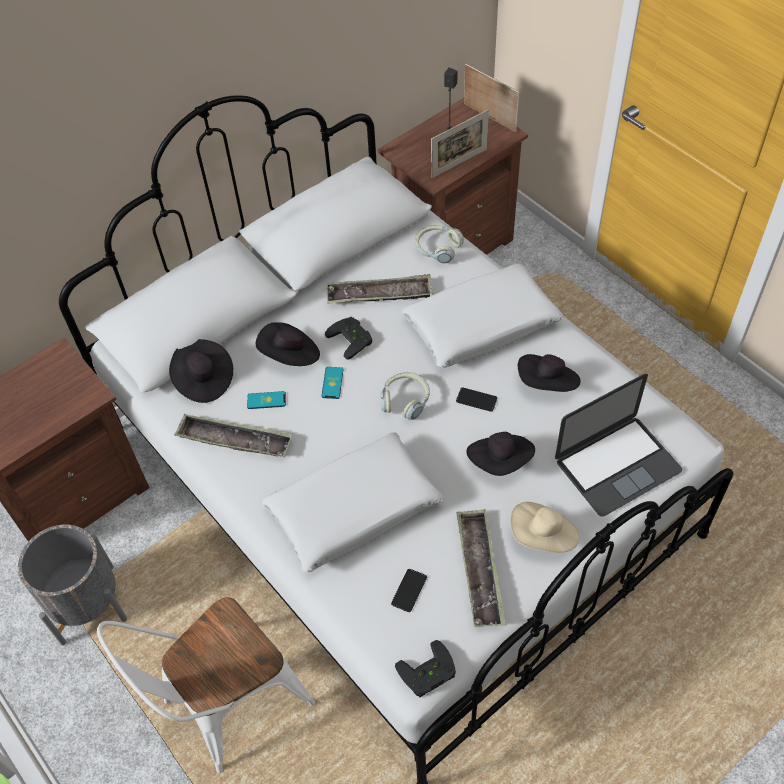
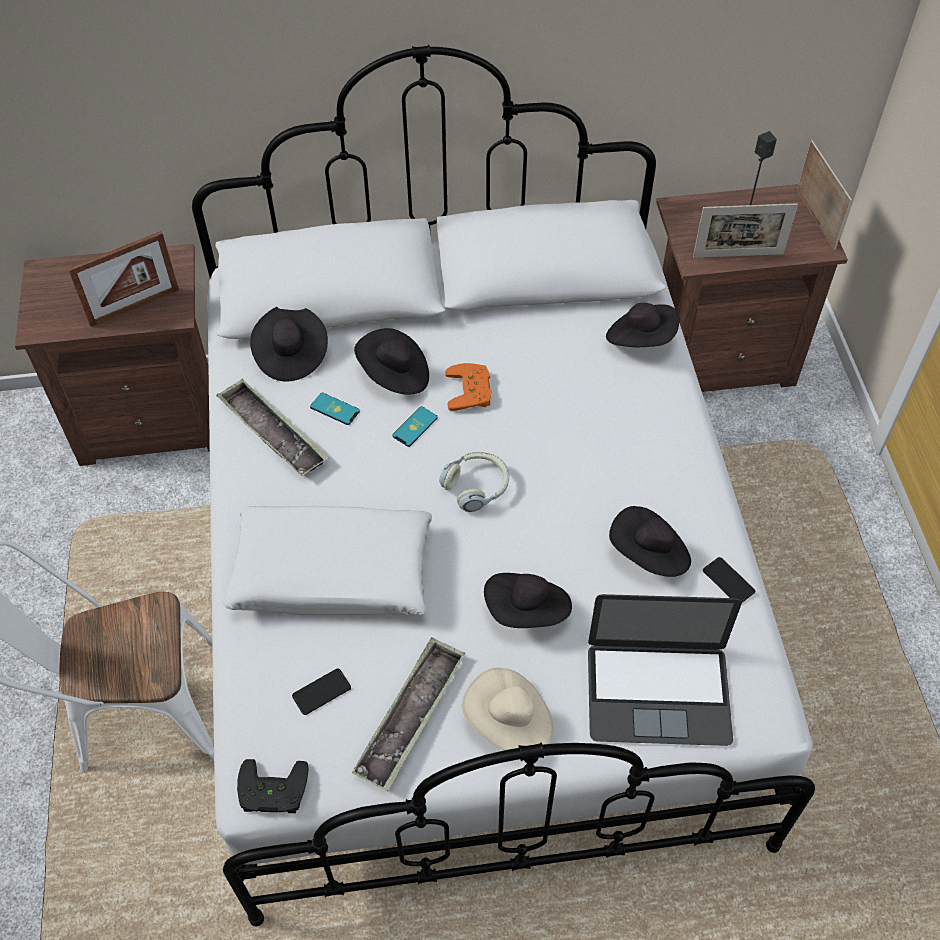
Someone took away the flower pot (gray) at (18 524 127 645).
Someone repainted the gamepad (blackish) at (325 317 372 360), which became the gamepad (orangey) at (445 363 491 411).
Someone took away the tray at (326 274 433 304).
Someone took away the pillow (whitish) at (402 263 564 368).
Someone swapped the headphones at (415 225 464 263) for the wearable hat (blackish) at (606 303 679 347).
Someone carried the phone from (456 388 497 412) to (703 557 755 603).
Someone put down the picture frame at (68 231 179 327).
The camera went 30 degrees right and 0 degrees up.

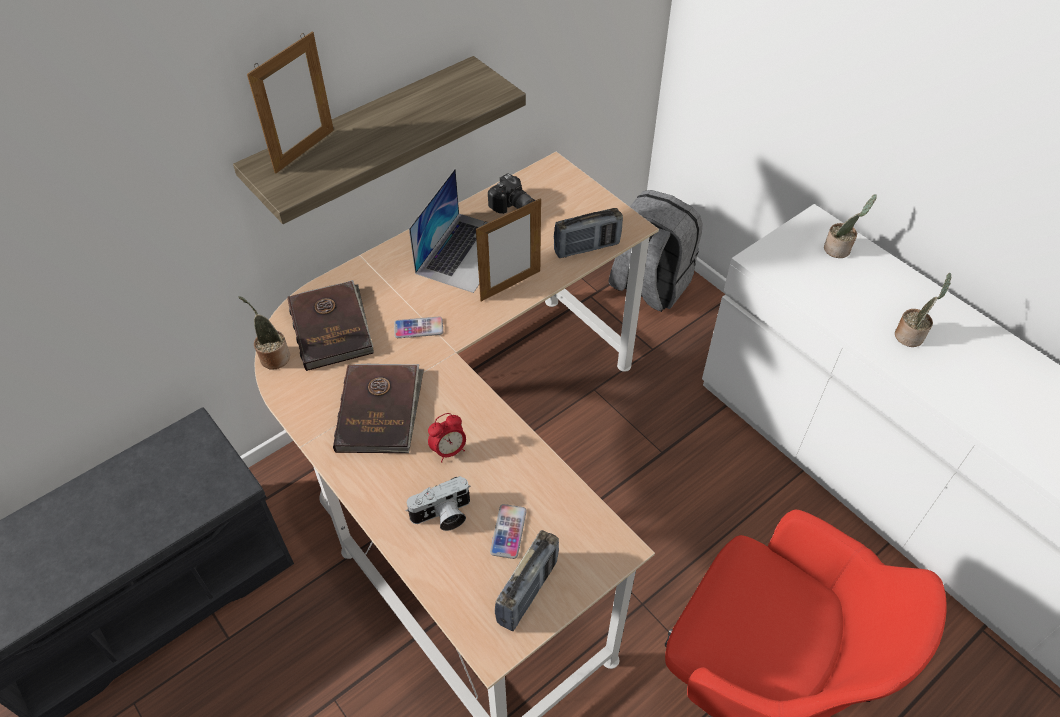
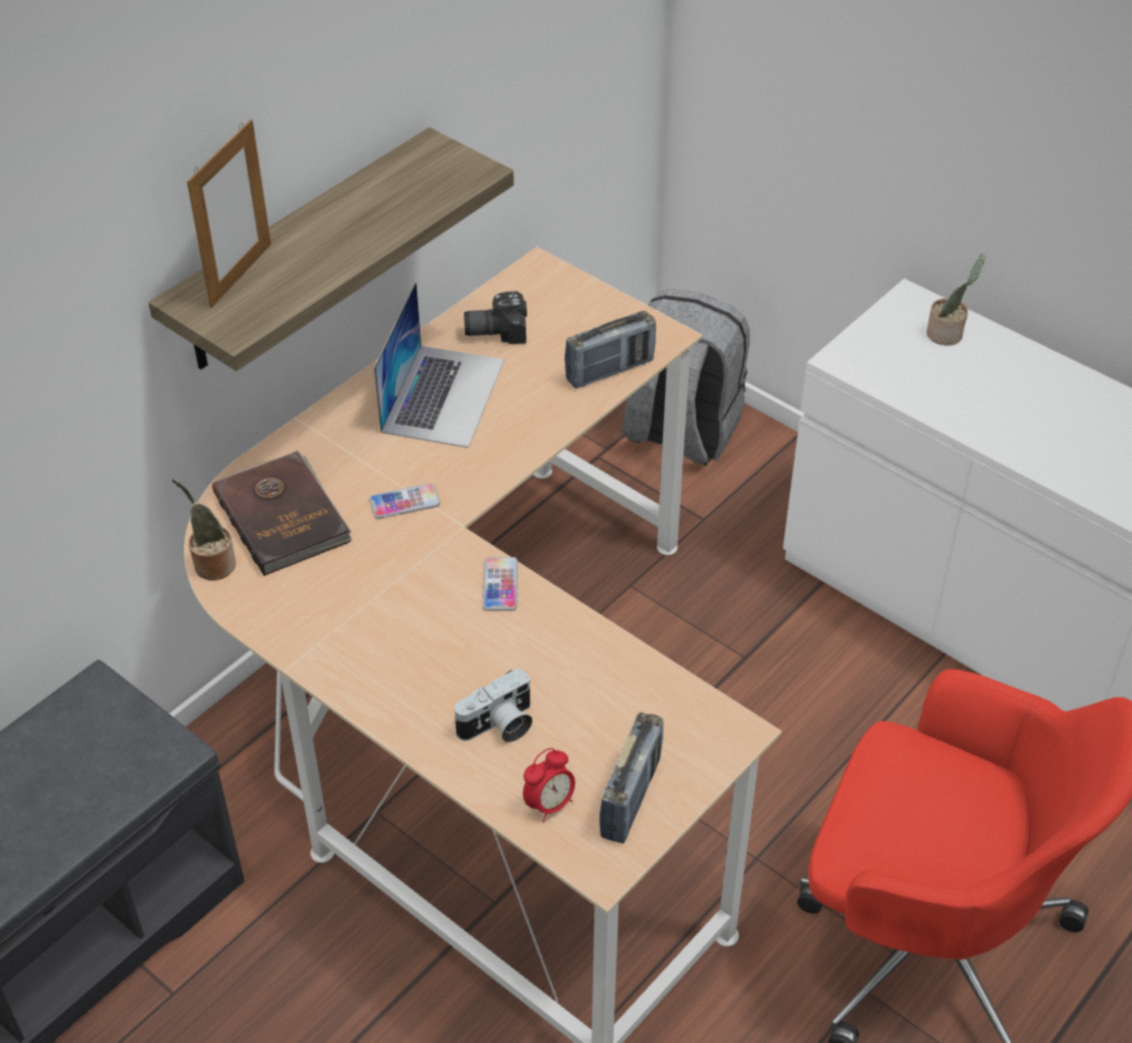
Someone took away the bound book (brown-coloured) at (333 364 424 453).
Someone carried the alarm clock from (428 413 466 463) to (523 748 575 823).
Someone took away the picture frame at (476 198 541 301).
Someone rotated the photo camera at (488 173 535 214) by 135 degrees clockwise.
Someone carried the phone from (490 504 527 559) to (483 557 518 611).
Someone took away the houseplant at (895 273 951 347).
The camera went 10 degrees left and 5 degrees down.

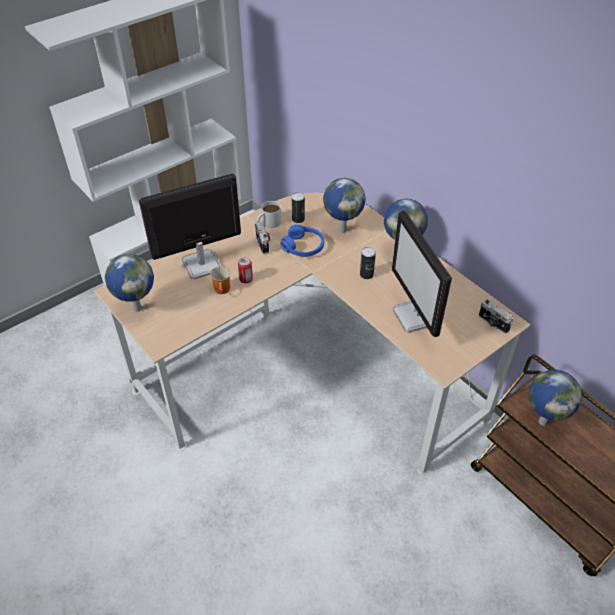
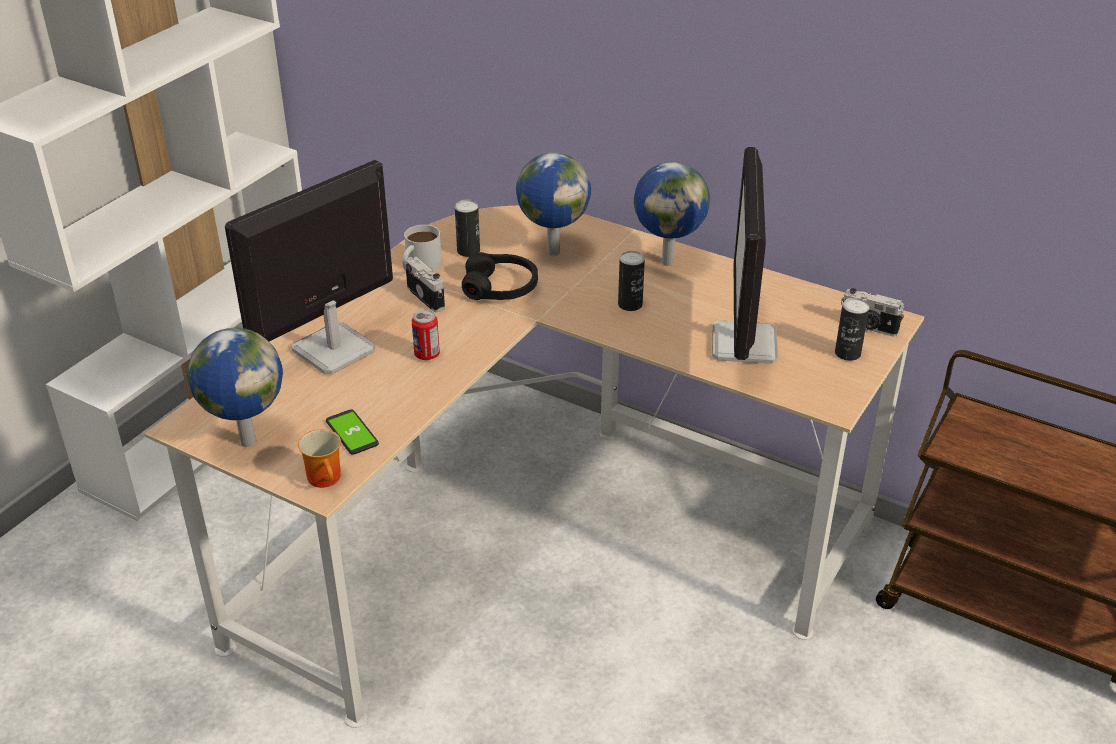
Someone carried the tea mug from (210 266 231 294) to (298 429 341 488).
Someone repainted the headphones (blue-coloured) at (281 224 324 257), which became the headphones (blackish) at (462 252 538 300).
Someone rotated the monitor at (392 210 452 337) by 45 degrees clockwise.
Someone took away the desk globe at (528 370 582 426).
Someone put down the phone at (326 409 379 455).
Someone put down the can at (835 298 869 361).
The camera went 20 degrees left and 10 degrees down.

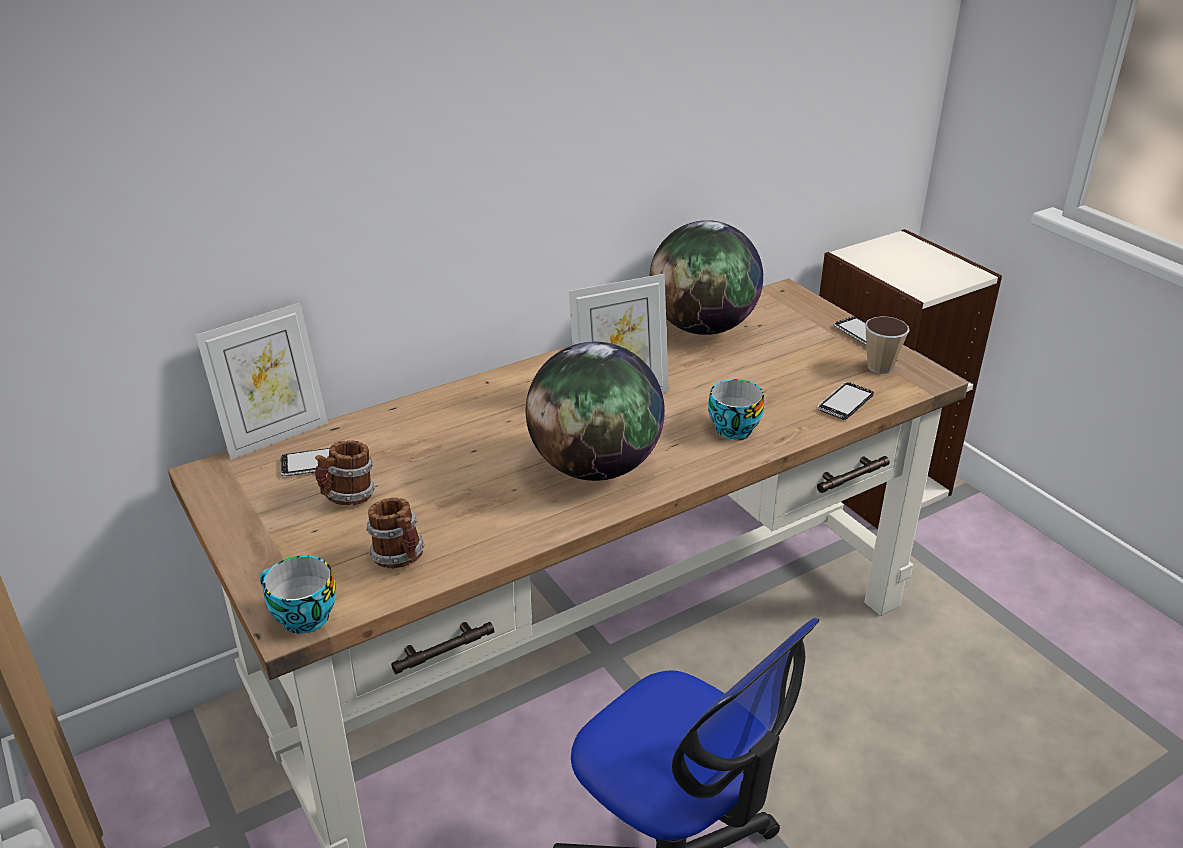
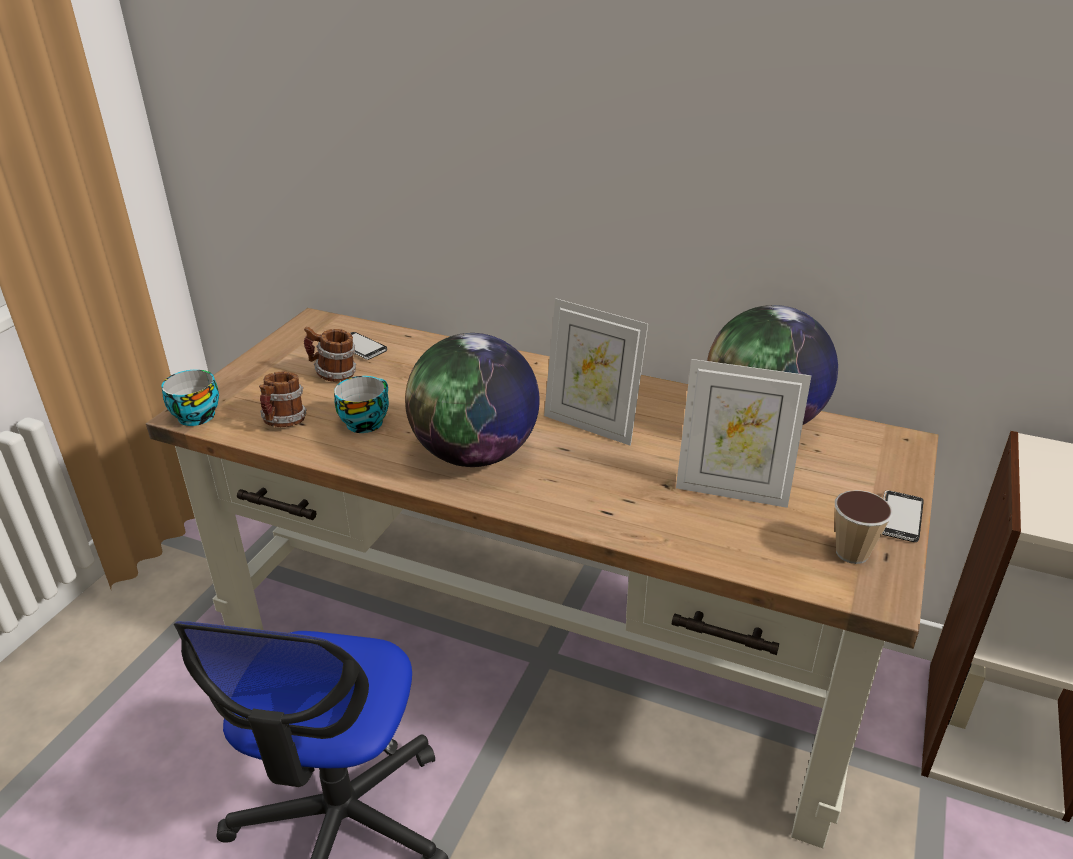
Someone carried the picture frame from (195 303 328 460) to (676 359 812 508).
Someone carried the small cup from (708 379 764 439) to (334 376 389 433).
Someone took away the phone at (817 382 874 420).
The camera went 55 degrees right and 0 degrees up.

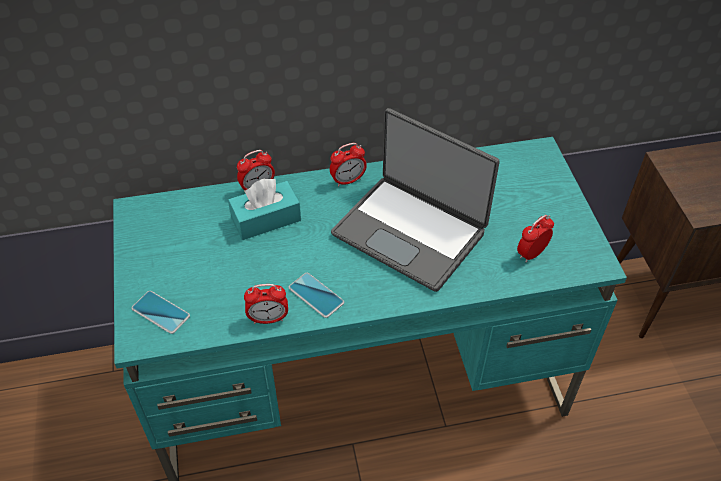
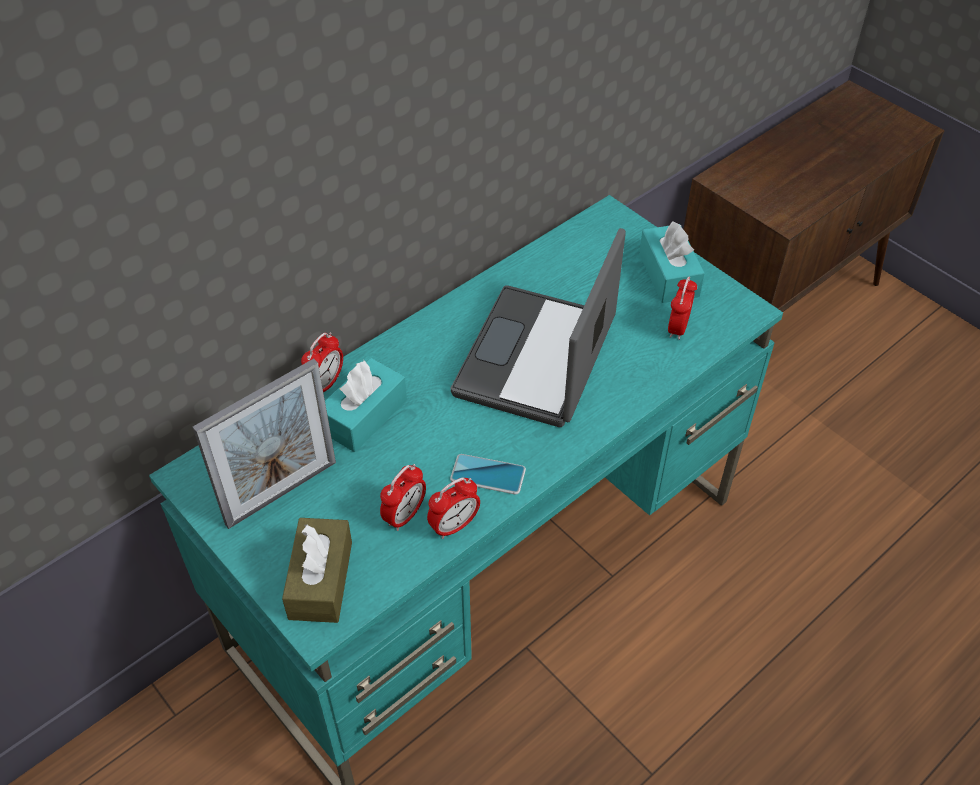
Someone swapped the phone at (131 291 190 334) for the tissue holder (brown-coloured) at (282 518 352 623).
Someone carried the alarm clock from (330 143 367 187) to (380 464 426 531).
Someone rotated the portable computer at (331 108 500 292) by 105 degrees clockwise.
Someone put down the picture frame at (193 359 336 529).
Someone put down the tissue holder (turquoise) at (639 221 705 303).
The camera went 30 degrees left and 0 degrees up.

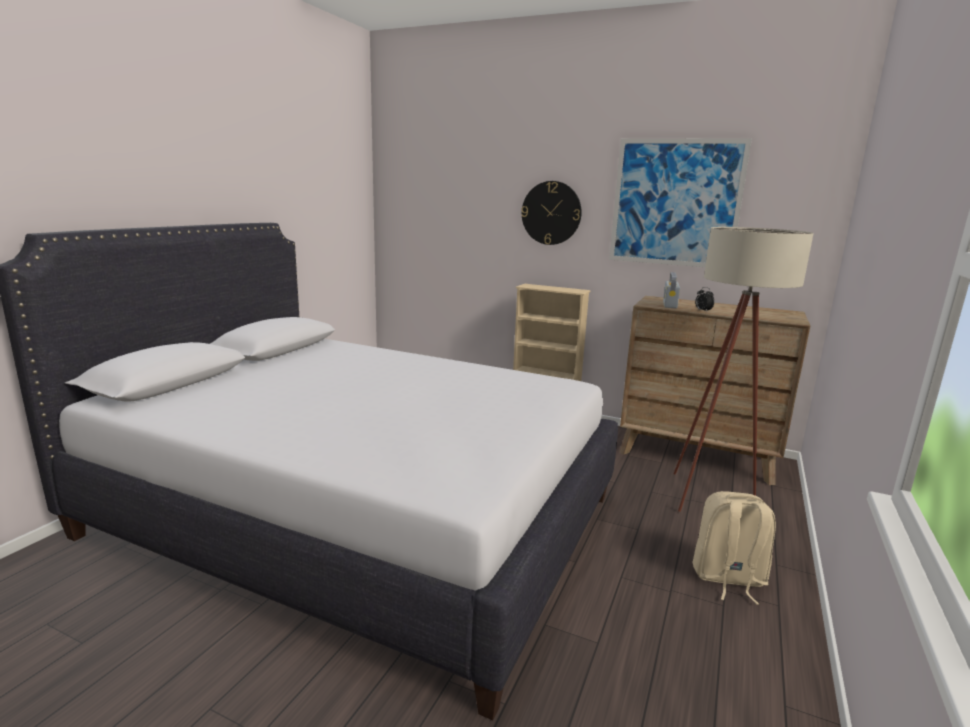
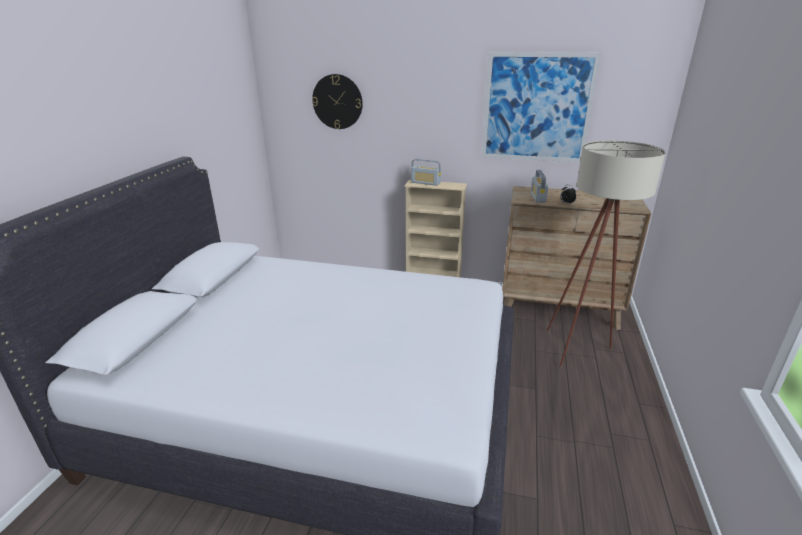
Someone carried the wall clock from (521 181 582 245) to (312 74 363 129).
Someone took away the backpack (beige) at (692 491 776 604).
Someone put down the radio at (411 159 441 186).
The camera went 10 degrees left and 10 degrees up.

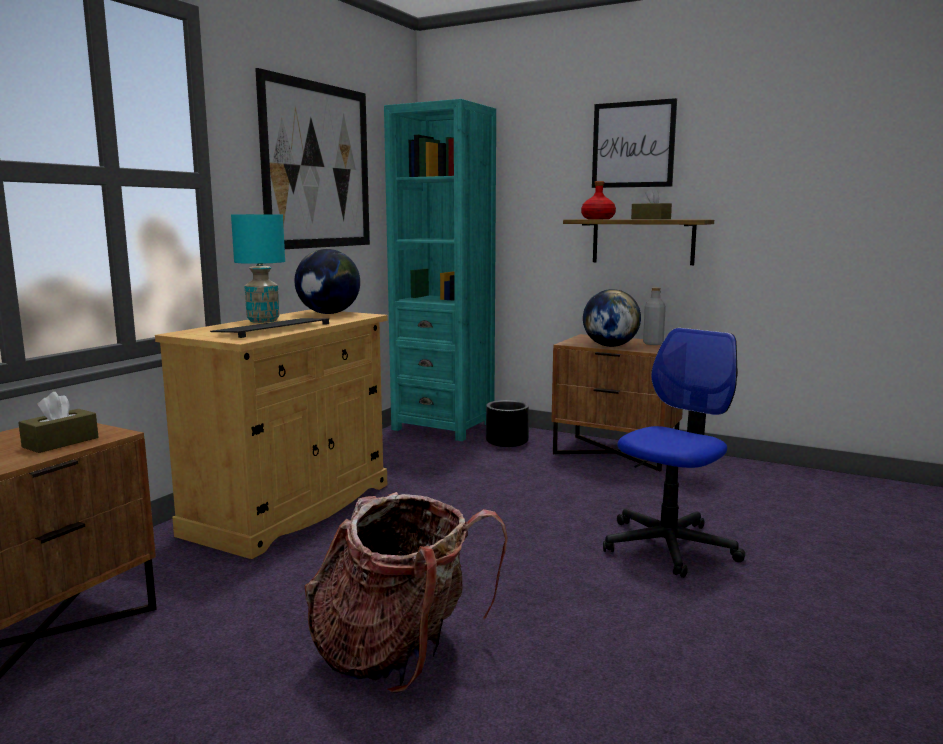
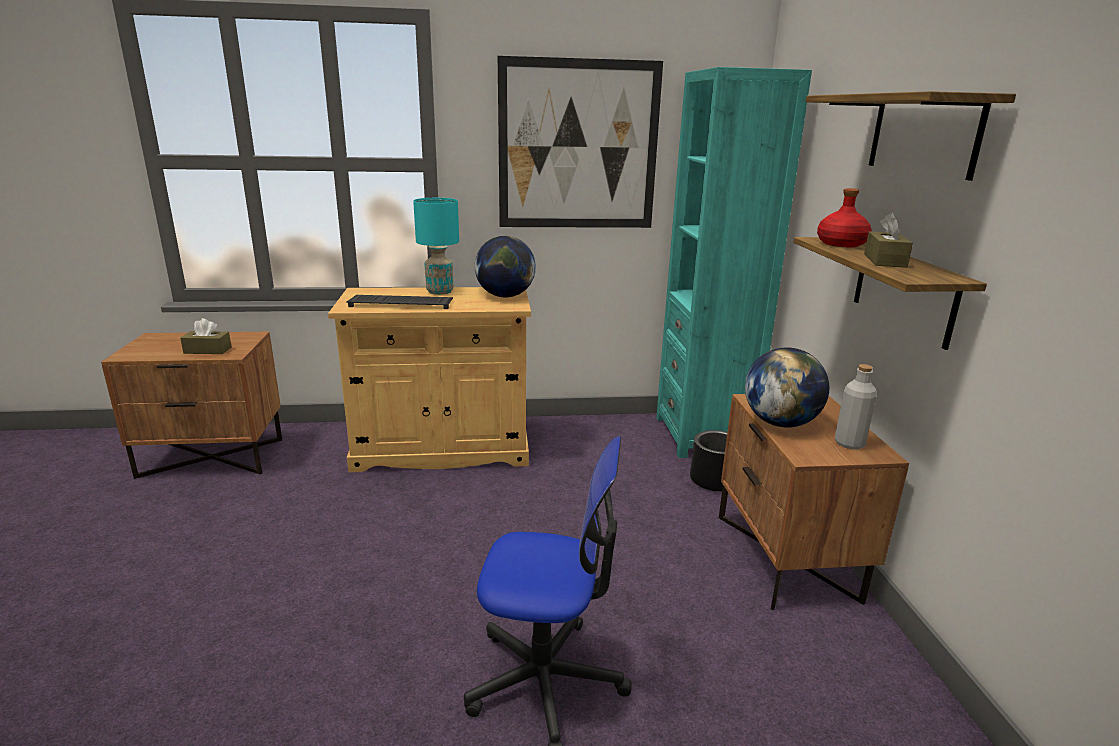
Someone took away the backpack at (305 492 508 693).
Someone swapped the wall picture at (592 98 677 188) for the wall shelf at (806 91 1016 181).
The camera went 55 degrees right and 10 degrees up.

